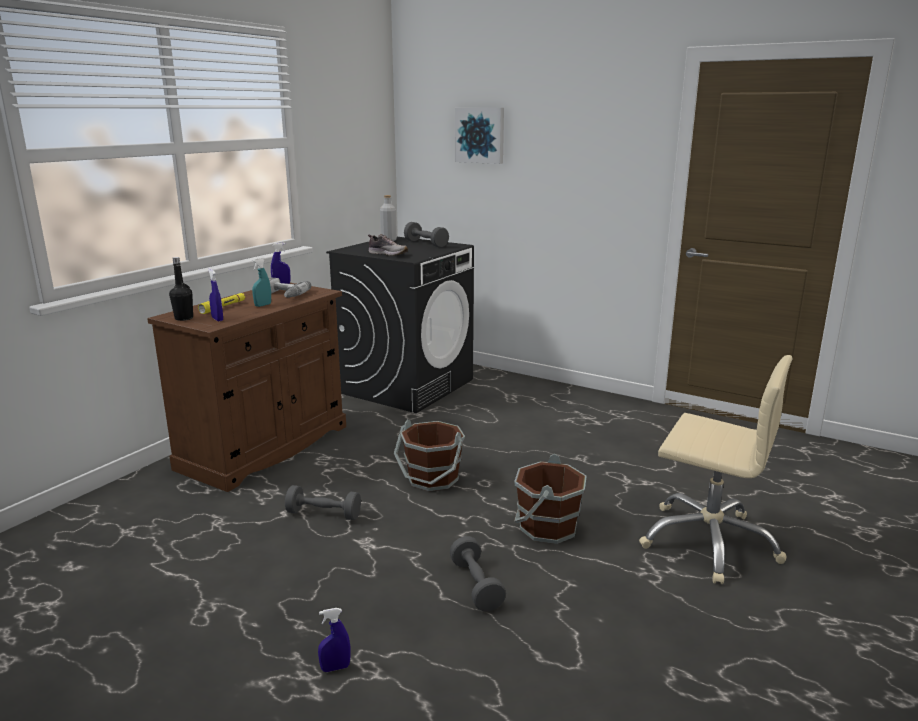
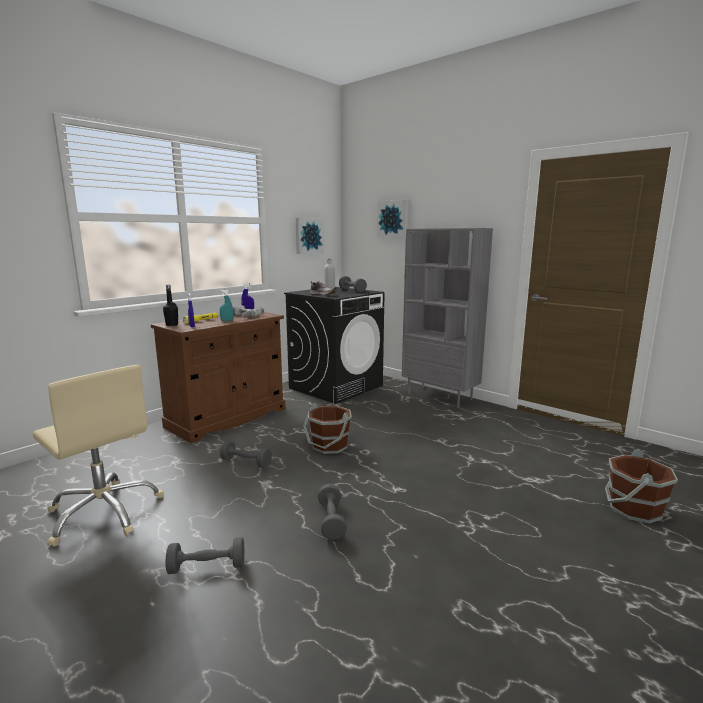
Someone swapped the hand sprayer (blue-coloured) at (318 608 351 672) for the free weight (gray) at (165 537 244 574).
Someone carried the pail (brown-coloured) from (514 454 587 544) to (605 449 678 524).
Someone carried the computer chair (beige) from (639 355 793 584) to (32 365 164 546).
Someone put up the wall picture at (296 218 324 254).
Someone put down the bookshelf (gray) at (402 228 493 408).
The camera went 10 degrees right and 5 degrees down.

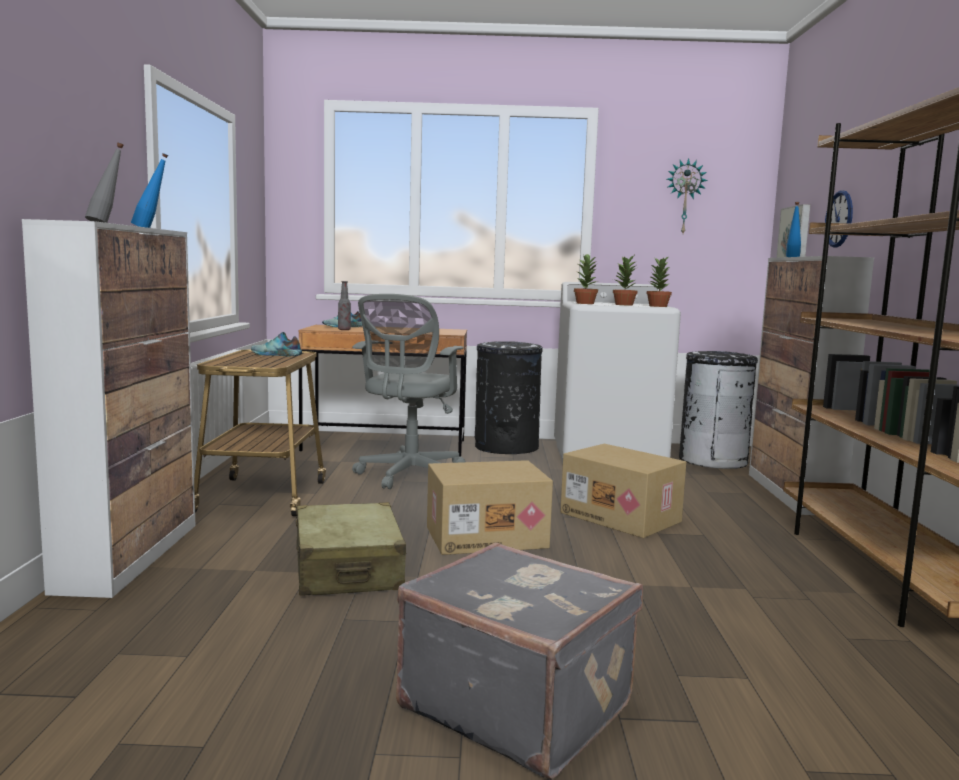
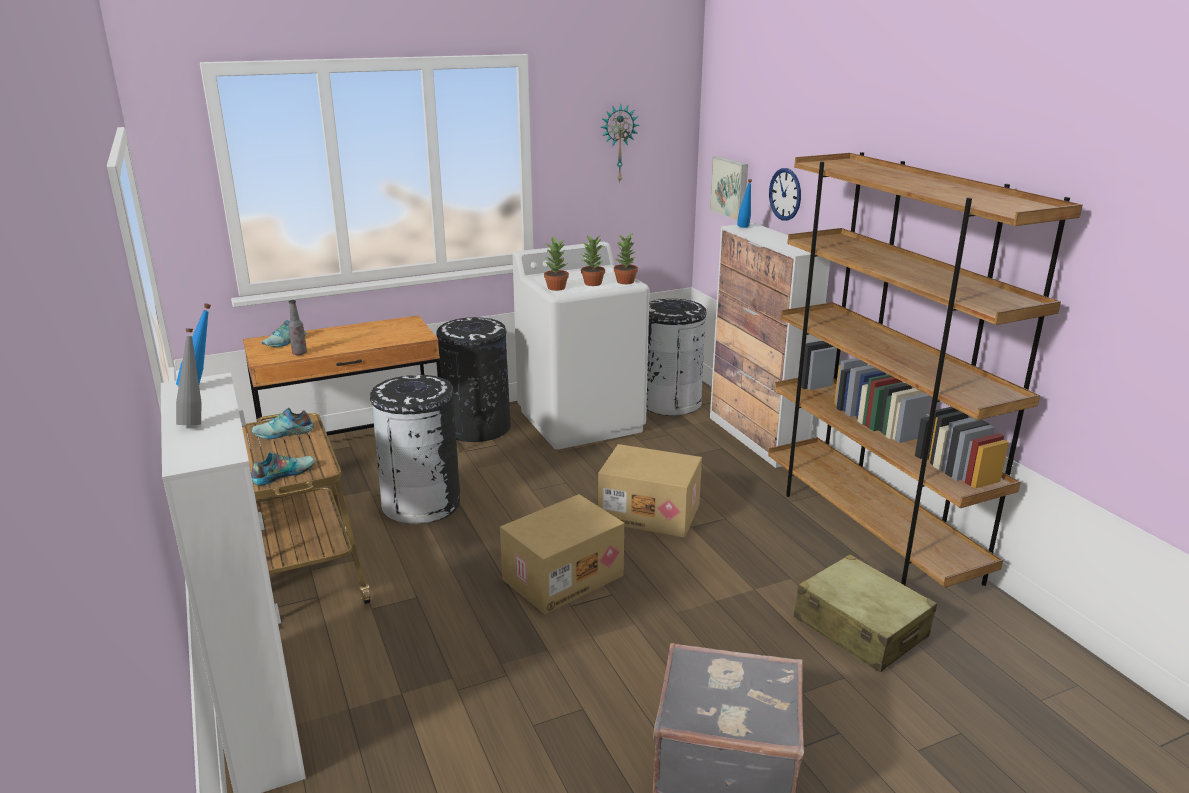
Someone carried the travel case (beige) from (296 502 406 596) to (794 554 937 673).
Someone swapped the computer chair (gray) at (352 294 466 489) for the waste bin (blackish) at (370 375 460 524).
Someone put down the shoe at (252 452 315 485).
The camera went 25 degrees left and 15 degrees up.

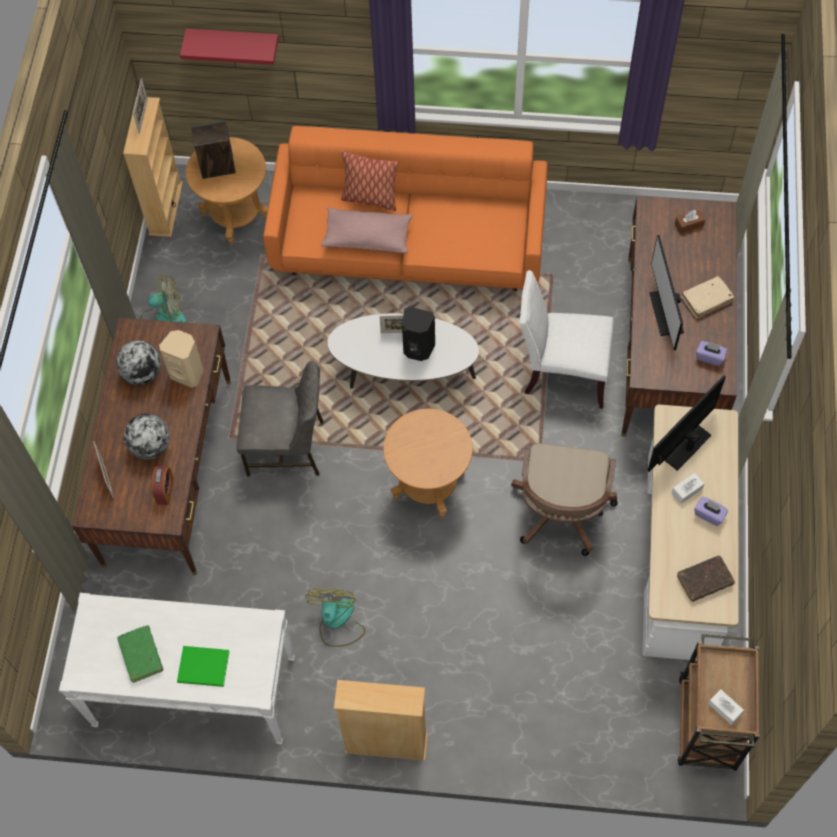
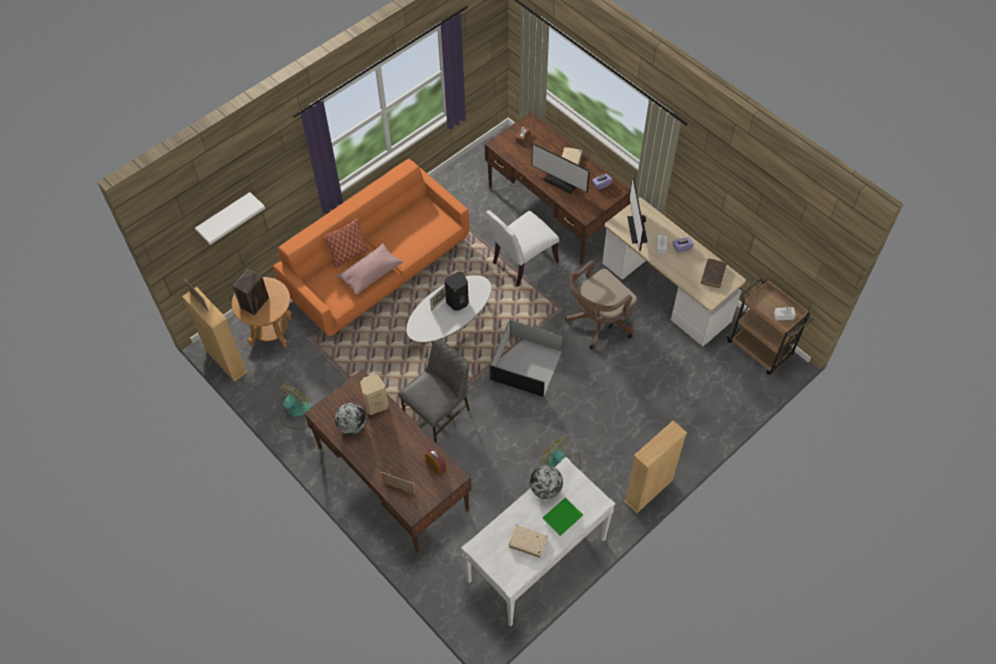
Someone repainted the bound book (green) at (117 625 163 683), which became the bound book (beige) at (509 525 548 558).
Someone carried the desk globe from (124 414 170 459) to (530 465 563 499).
Someone repainted the wall shelf (red) at (180 28 279 65), which became the wall shelf (whitish) at (195 192 265 245).
Someone swapped the side table (brown-coloured) at (383 409 473 518) for the storage bin (blackish) at (489 319 563 397).
Someone rotated the computer chair (brown-coloured) at (511 443 618 556) by 90 degrees clockwise.
The camera went 50 degrees left and 5 degrees down.

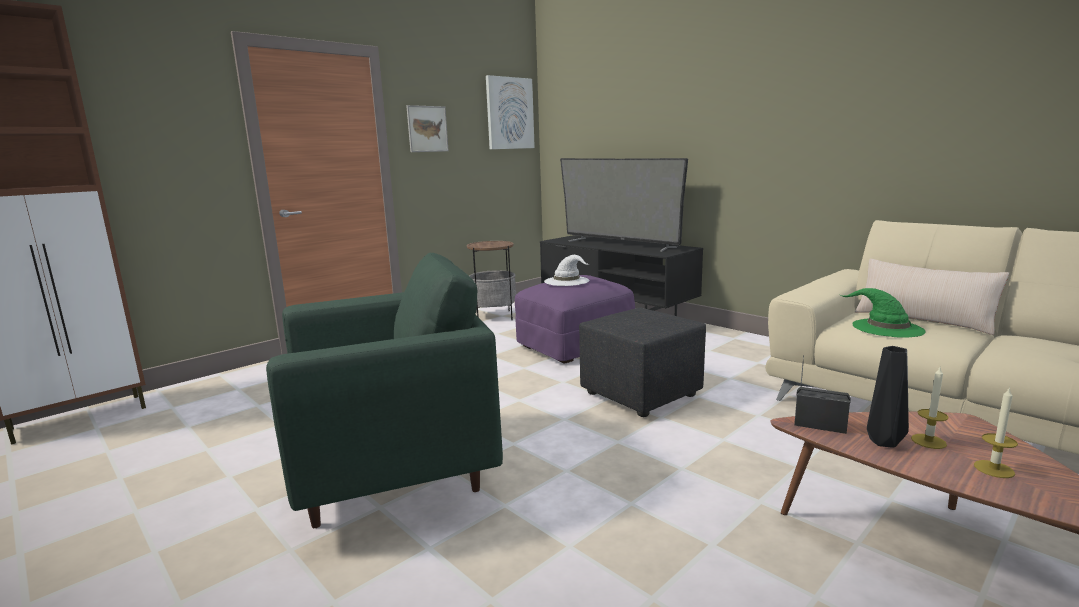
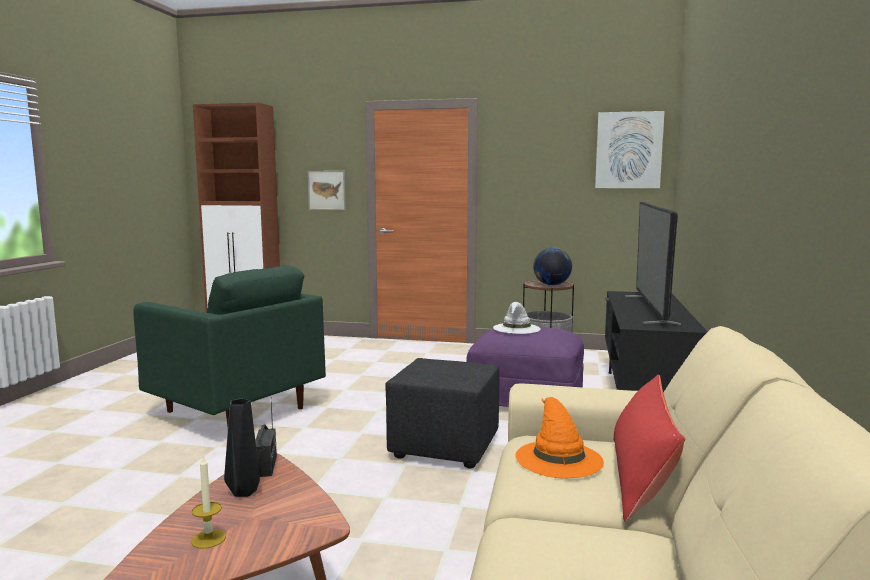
Someone carried the wall picture from (406 105 448 152) to (308 171 346 210).
Someone repainted the wearable hat (green) at (840 288 925 338), which became the wearable hat (orangey) at (515 397 604 478).
Someone repainted the pillow (beige) at (855 259 1009 335), which became the pillow (red) at (613 374 685 522).
Someone took away the candle at (911 367 949 449).
Someone put down the desk globe at (533 247 572 285).
The camera went 55 degrees right and 5 degrees down.

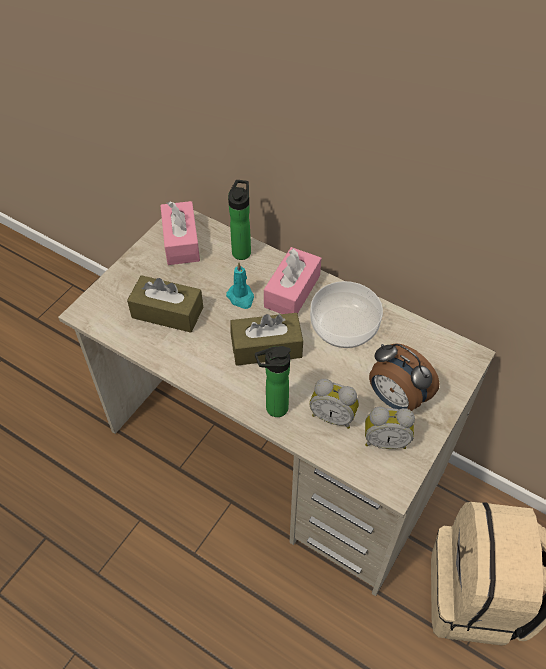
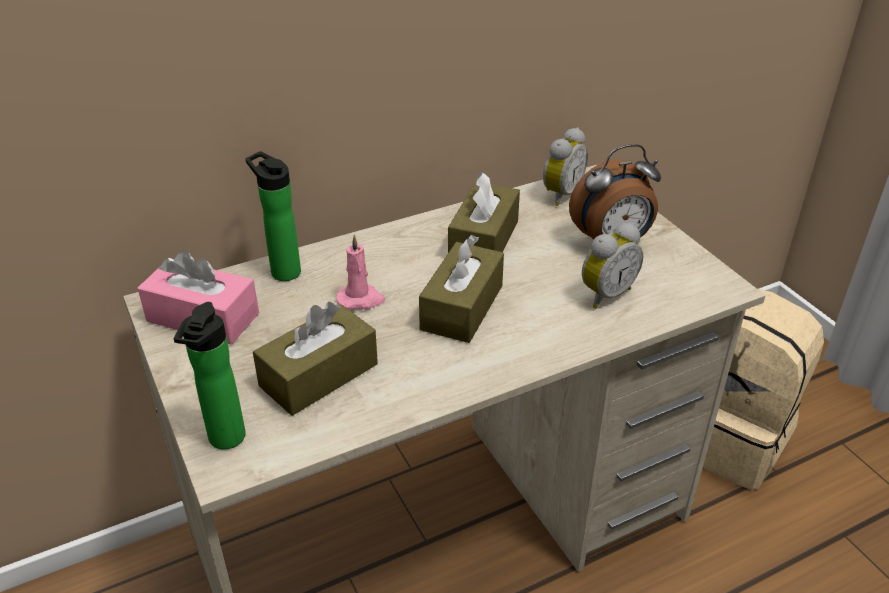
Someone repainted the candle (turquoise) at (226 262 254 309), which became the candle (pink) at (336 234 386 310).
Someone carried the beverage bottle from (255 346 291 417) to (174 302 246 450).
Someone took away the tissue holder (pink) at (264 247 321 314).
Someone swapped the serving bowl at (310 281 383 348) for the tissue holder (brown-coloured) at (448 172 520 253).
Someone carried the alarm clock from (365 407 415 449) to (543 127 588 206).
The camera went 60 degrees left and 15 degrees down.

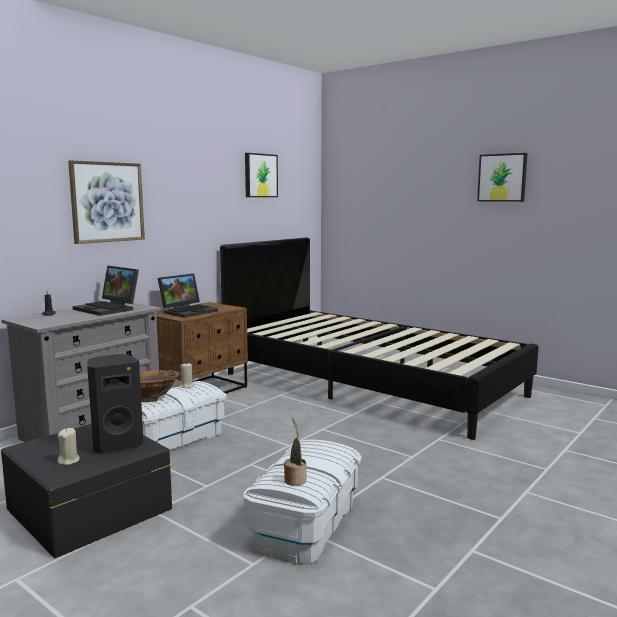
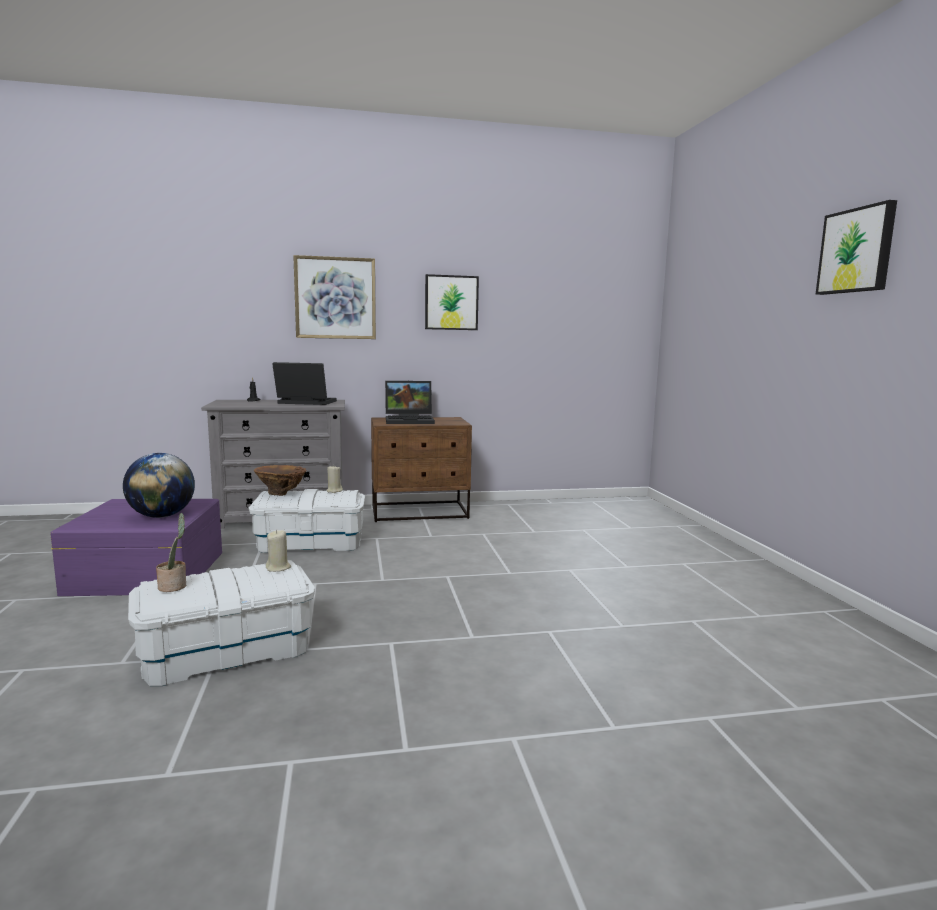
Someone repainted the storage bin (blackish) at (1 424 172 558), which became the storage bin (purple-coloured) at (50 499 222 596).
Someone carried the candle (beige) from (57 428 80 465) to (266 530 291 572).
Someone rotated the portable computer at (73 266 139 316) by 105 degrees clockwise.
Someone swapped the audio speaker (blackish) at (87 354 144 453) for the desk globe at (123 453 195 518).
Someone took away the bed (blackish) at (220 238 538 440).
Someone carried the wall picture from (245 153 278 197) to (425 274 479 330).
The camera went 40 degrees right and 0 degrees up.

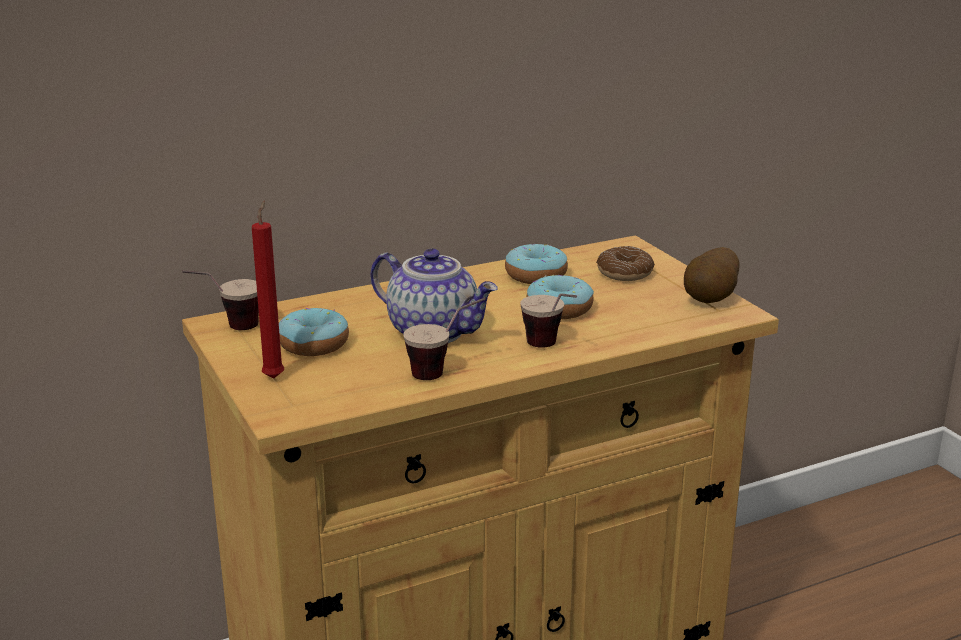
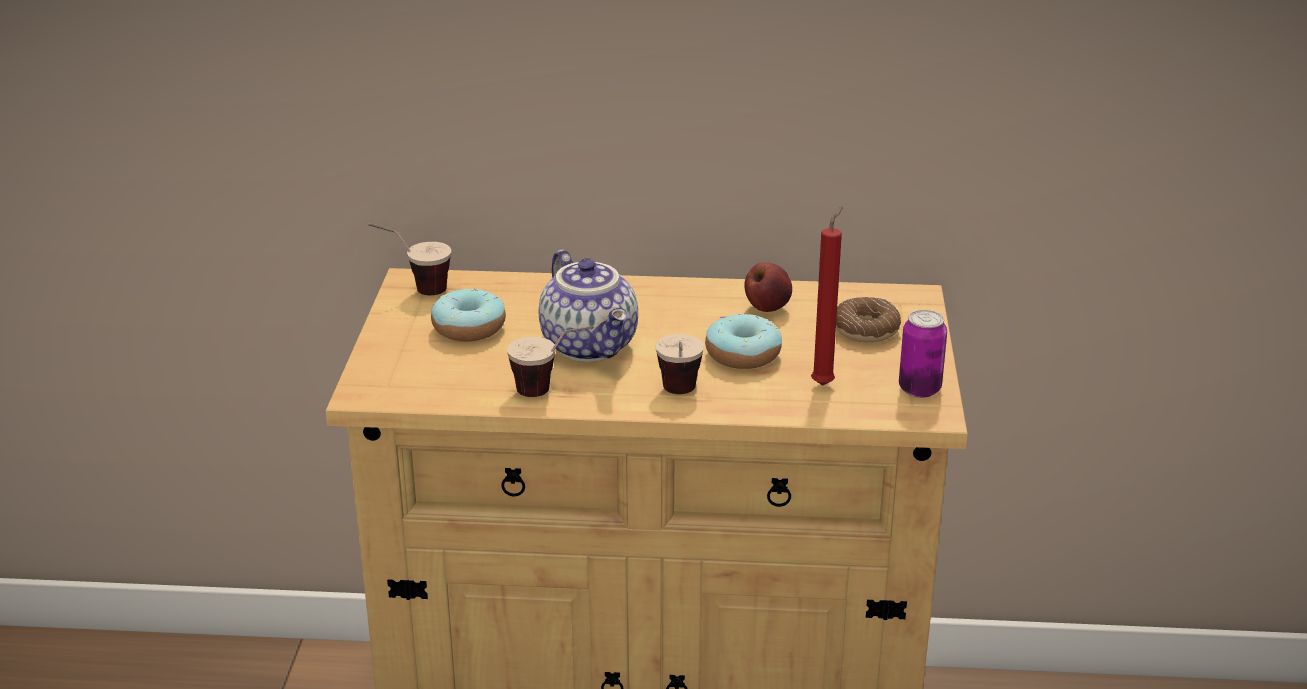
Someone carried the candle (red) from (252 201 284 379) to (811 207 843 386).
Someone swapped the doughnut at (505 244 568 284) for the apple fruit at (744 262 792 312).
Someone swapped the whole potato at (684 247 739 303) for the can at (899 310 947 398).
The camera went 30 degrees right and 5 degrees up.

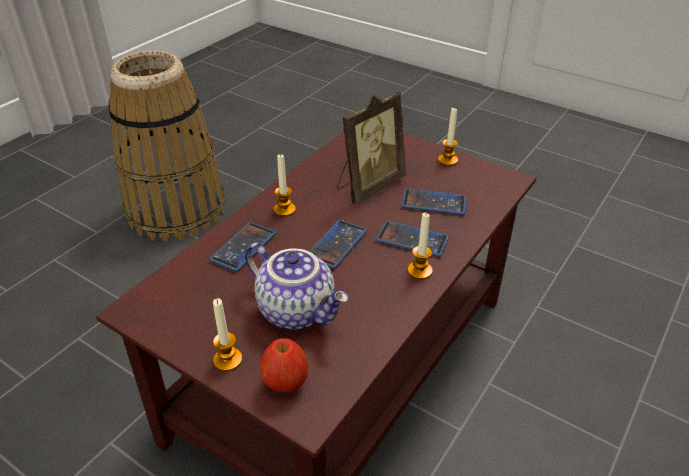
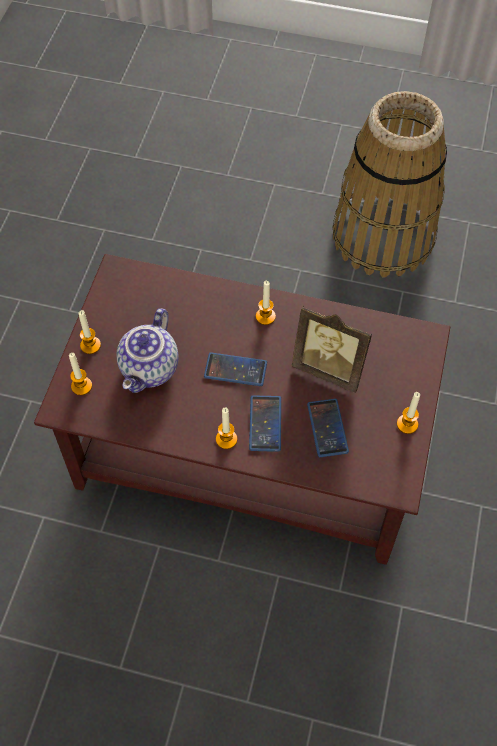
Someone took away the phone at (209 222 276 272).
Someone swapped the apple fruit at (260 338 308 392) for the candle at (69 353 92 395).
The camera went 70 degrees right and 20 degrees up.

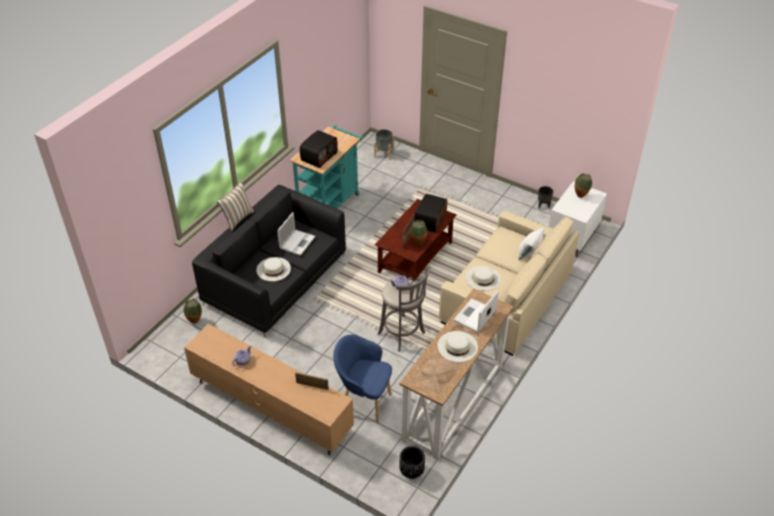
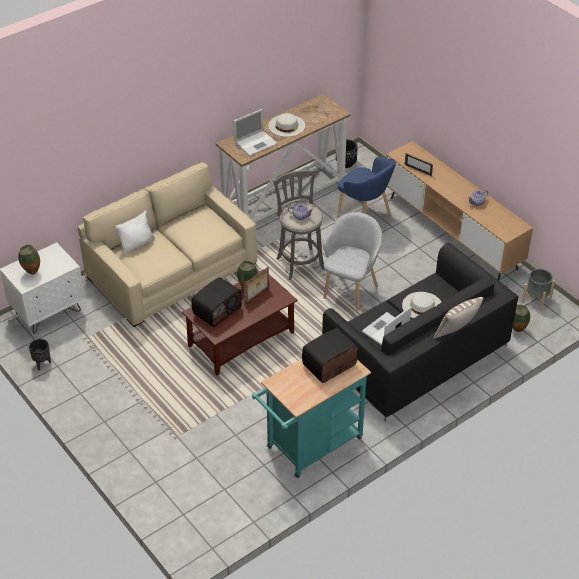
Someone carried the flower pot (gray) from (374 129 394 160) to (522 269 555 311).
Someone took away the wearable hat (whitish) at (466 266 501 291).
Someone put down the easy chair (gray) at (323 212 382 310).
The camera went 160 degrees left and 0 degrees up.

